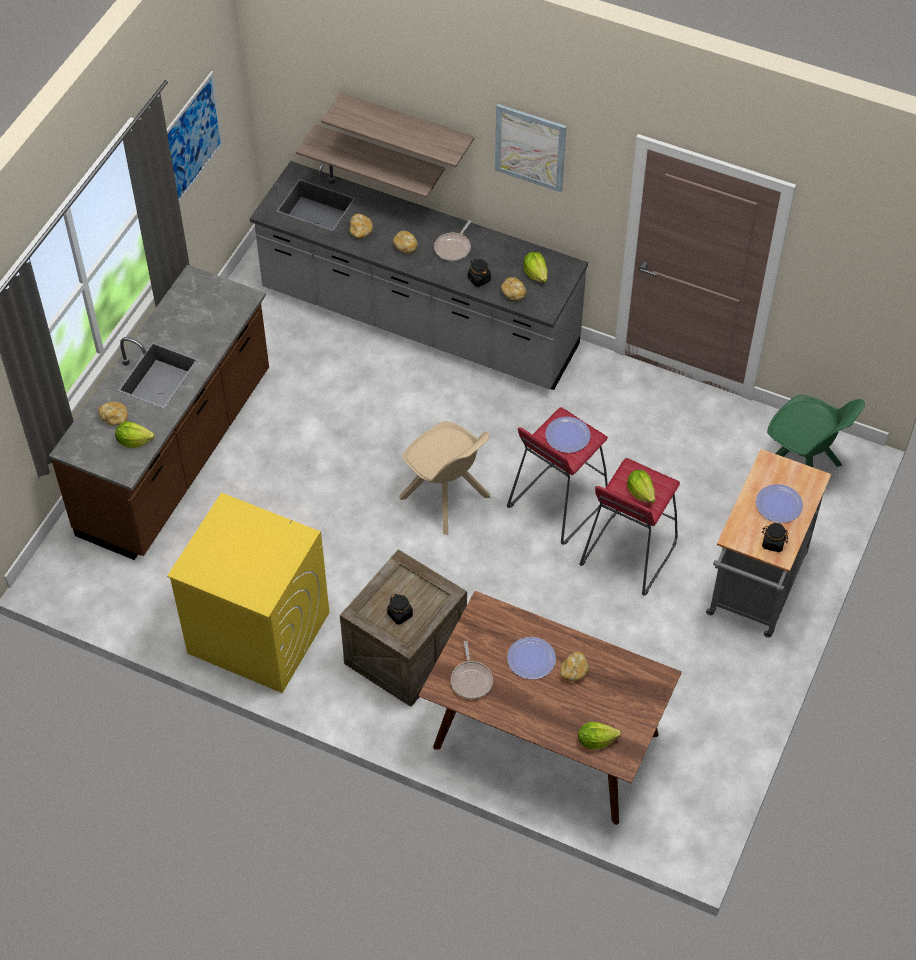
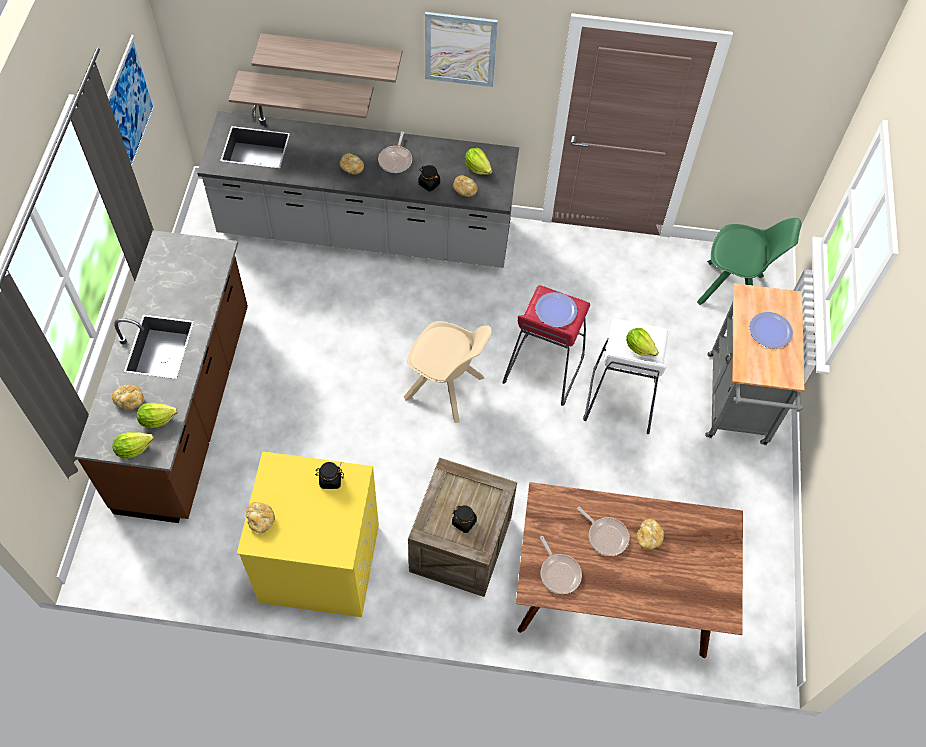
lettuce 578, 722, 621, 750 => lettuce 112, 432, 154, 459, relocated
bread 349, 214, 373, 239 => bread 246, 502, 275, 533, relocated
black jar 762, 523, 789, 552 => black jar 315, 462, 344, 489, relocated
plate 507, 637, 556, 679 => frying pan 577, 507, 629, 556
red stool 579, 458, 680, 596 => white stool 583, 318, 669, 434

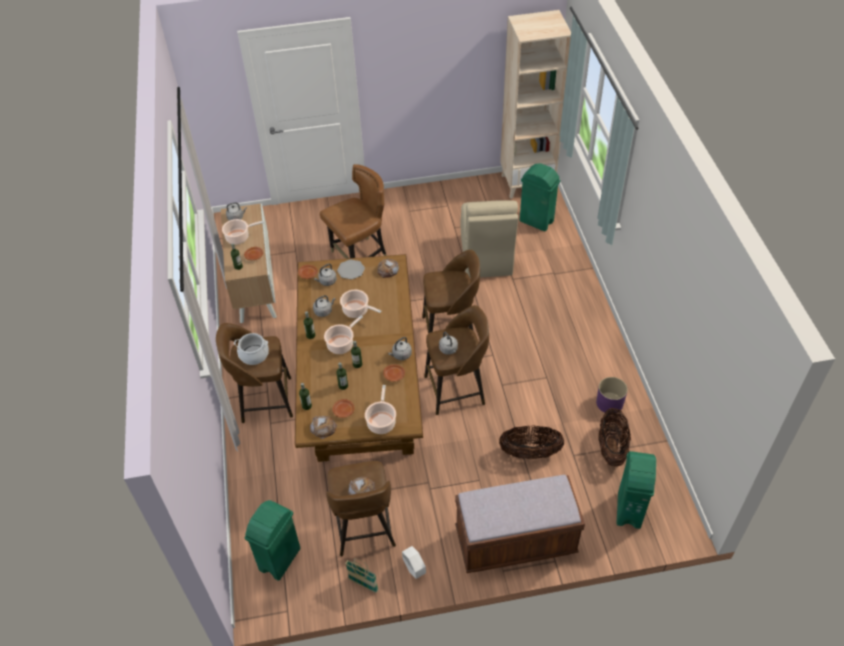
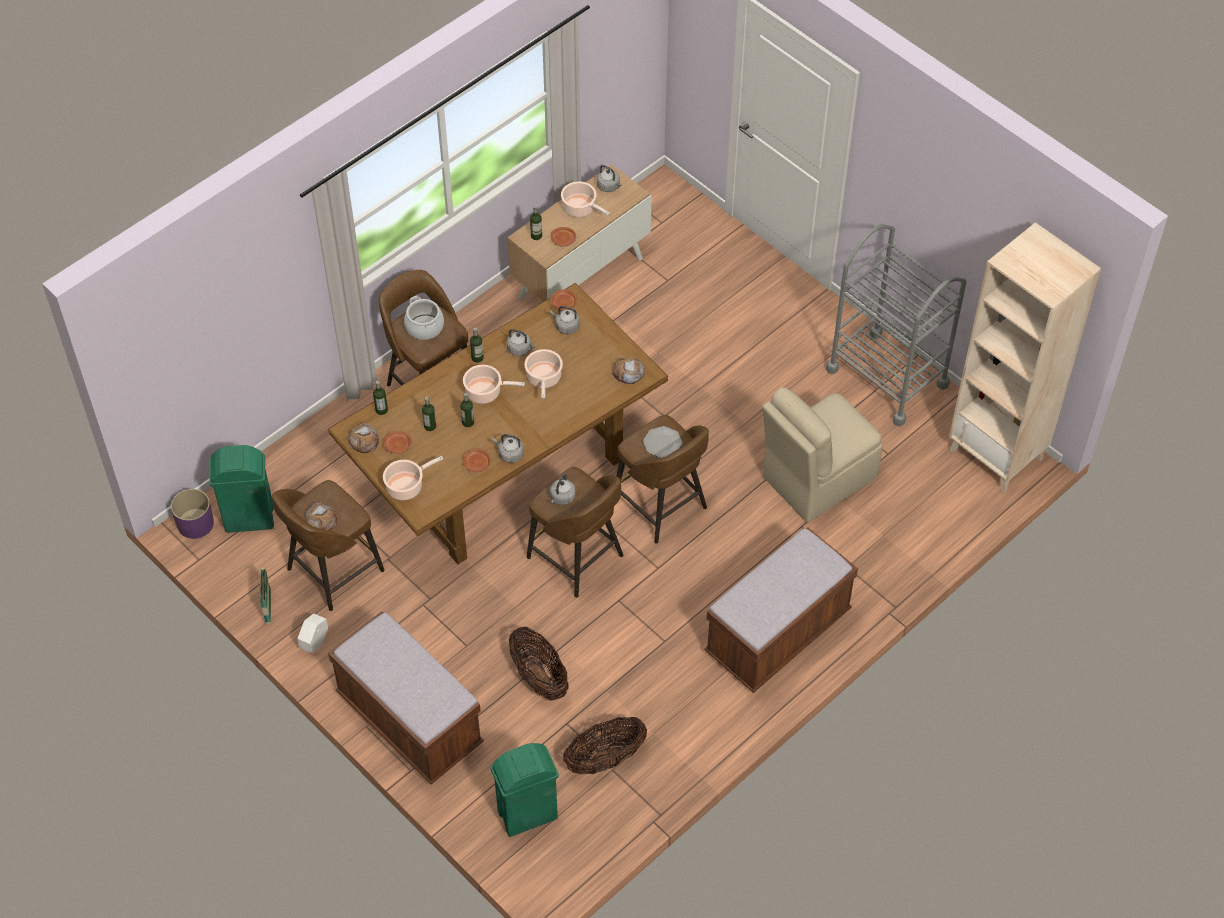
purple planter 596, 377, 628, 413 => purple planter 171, 489, 214, 539, relocated
plate 337, 259, 365, 280 => plate 643, 426, 682, 458, relocated
nothing => brown bench 704, 527, 858, 693
nothing => grey cart 826, 224, 967, 427
brown chair 320, 164, 387, 259 => nothing
green trash can 520, 163, 560, 232 => nothing

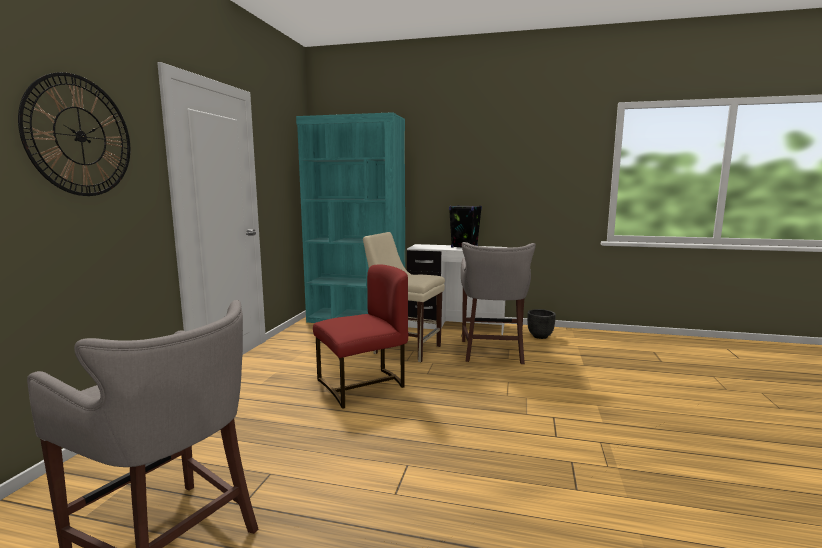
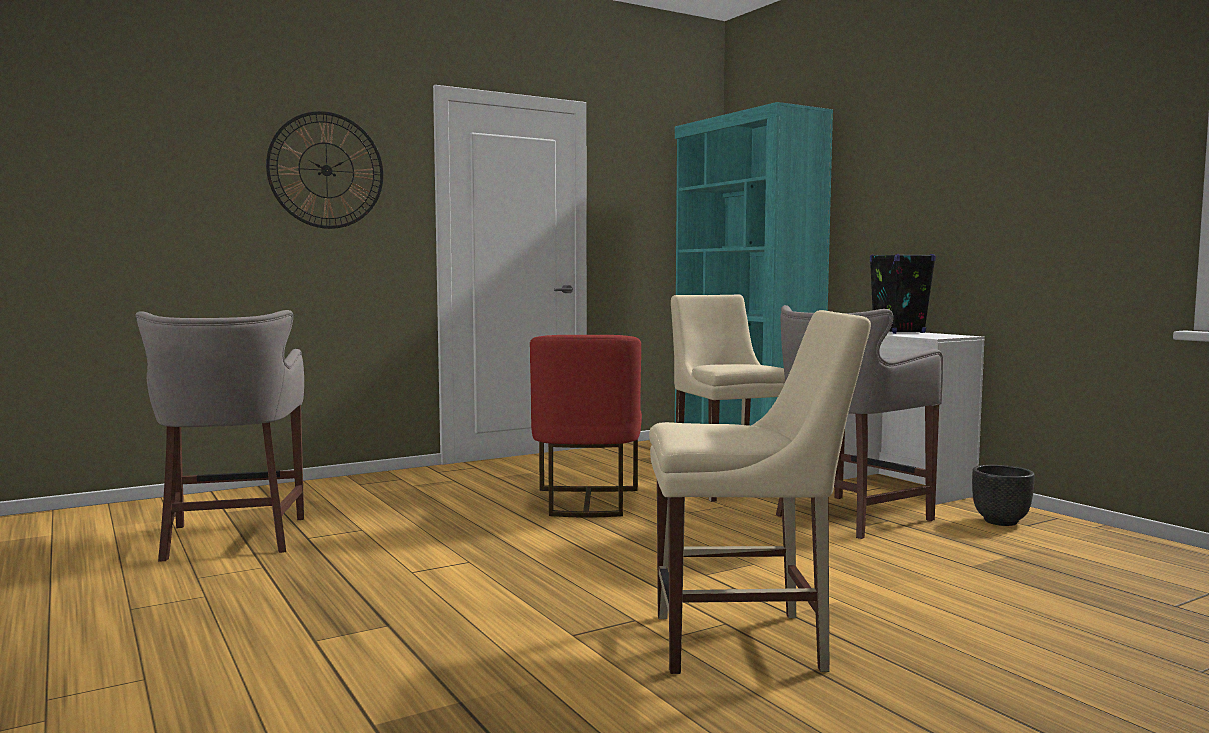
red chair 313, 264, 408, 409 => red chair 530, 335, 642, 517, 75 degrees clockwise
nothing => beige chair 649, 310, 871, 674

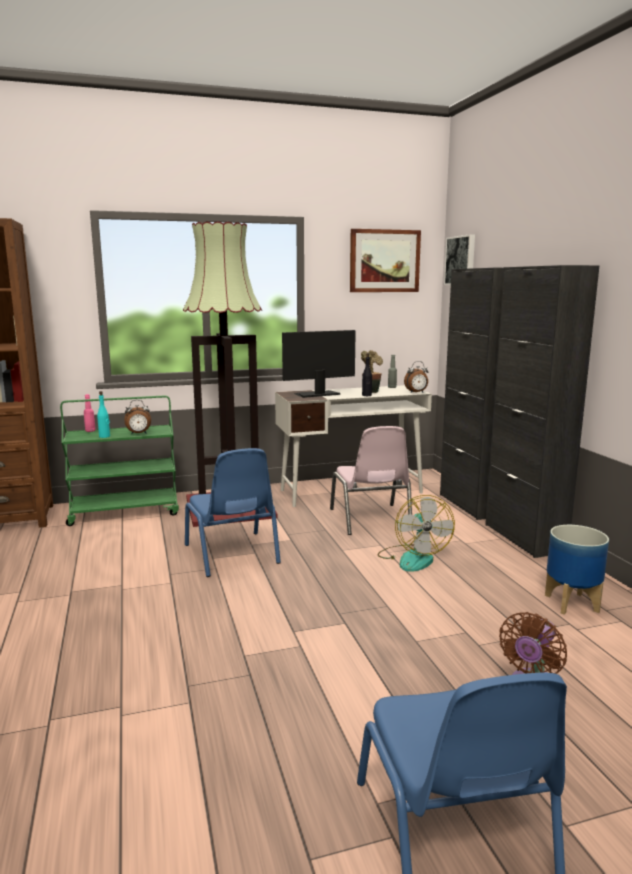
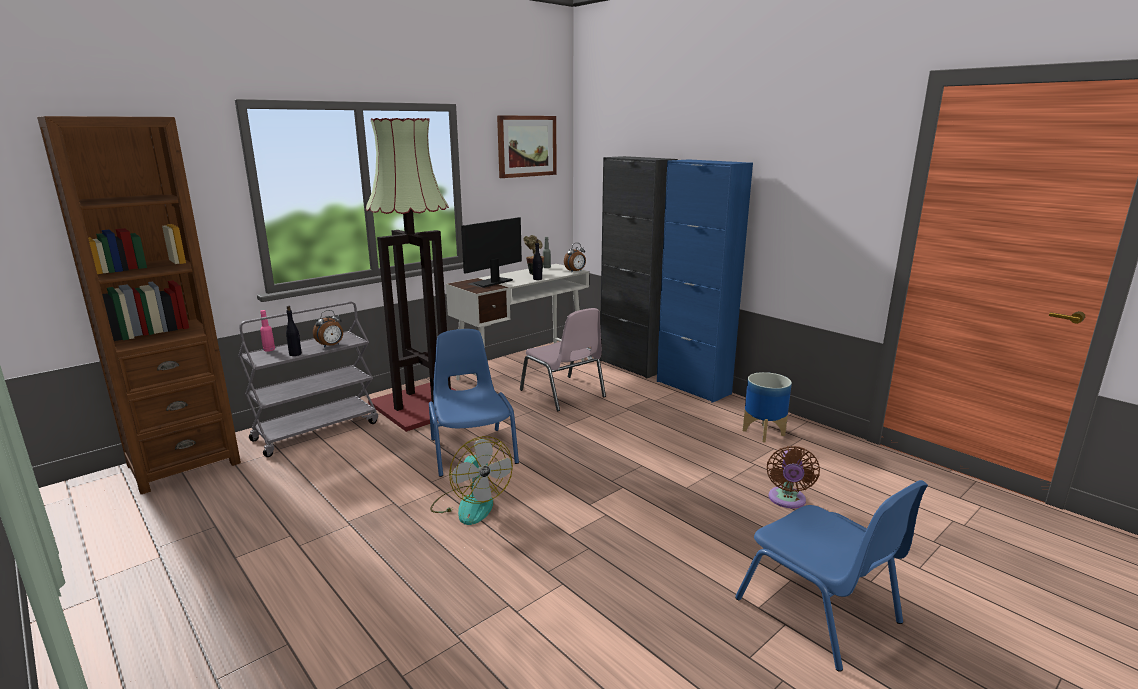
green cart 60, 395, 179, 526 => grey cart 239, 301, 378, 457
turquoise bottle 97, 391, 110, 438 => black bottle 286, 306, 302, 356
blue chair 185, 448, 281, 577 => blue chair 429, 329, 519, 477, 150 degrees counterclockwise
fan 377, 495, 455, 571 => fan 430, 436, 513, 525, relocated
black cabinet 485, 265, 599, 558 => blue cabinet 657, 159, 753, 403
picture 444, 234, 475, 285 => nothing

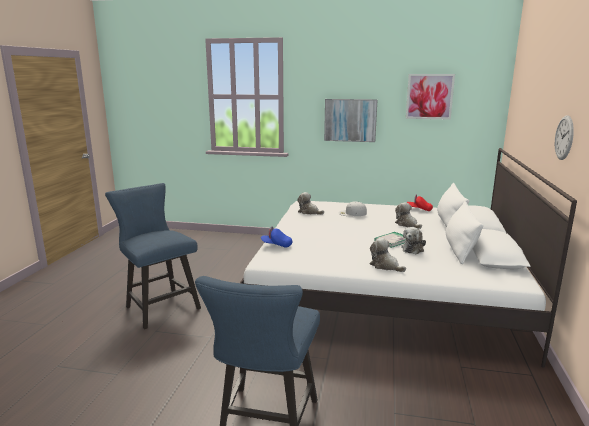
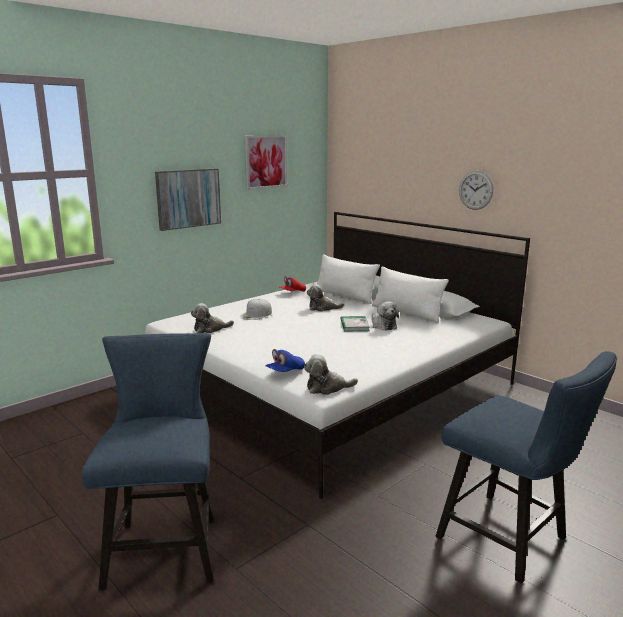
blue chair 105, 183, 201, 329 => blue chair 82, 333, 214, 591, 90 degrees clockwise
plush toy 370, 238, 406, 272 => plush toy 304, 354, 358, 395, relocated

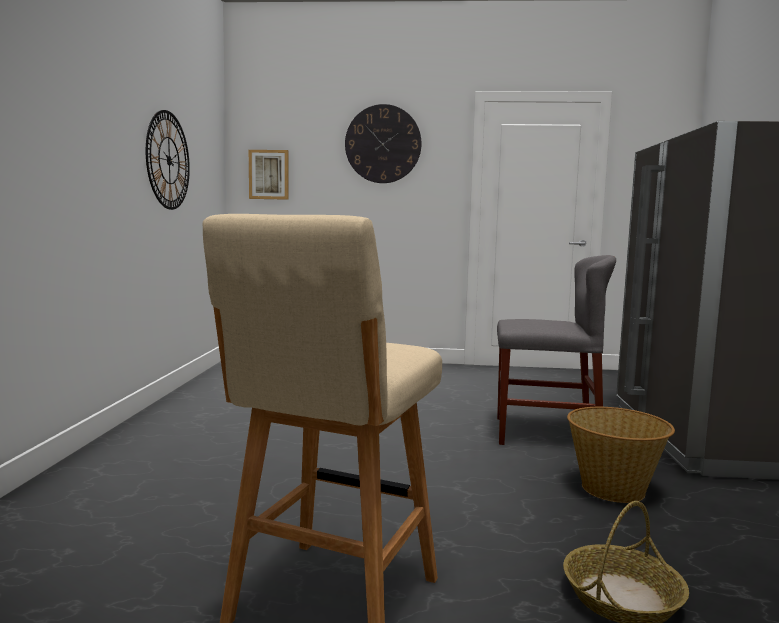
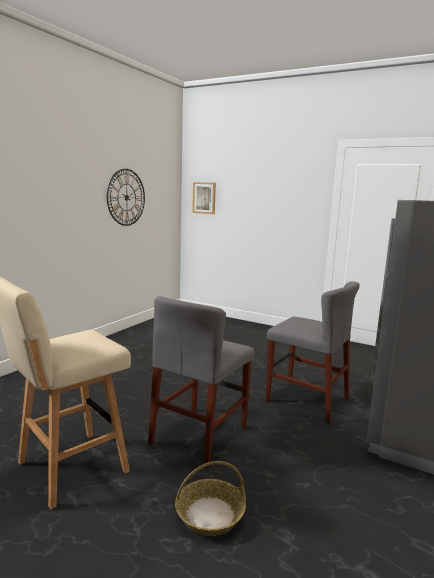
nothing => grey chair 148, 296, 255, 468
wall clock 345, 104, 422, 183 => nothing
basket 567, 407, 675, 503 => nothing

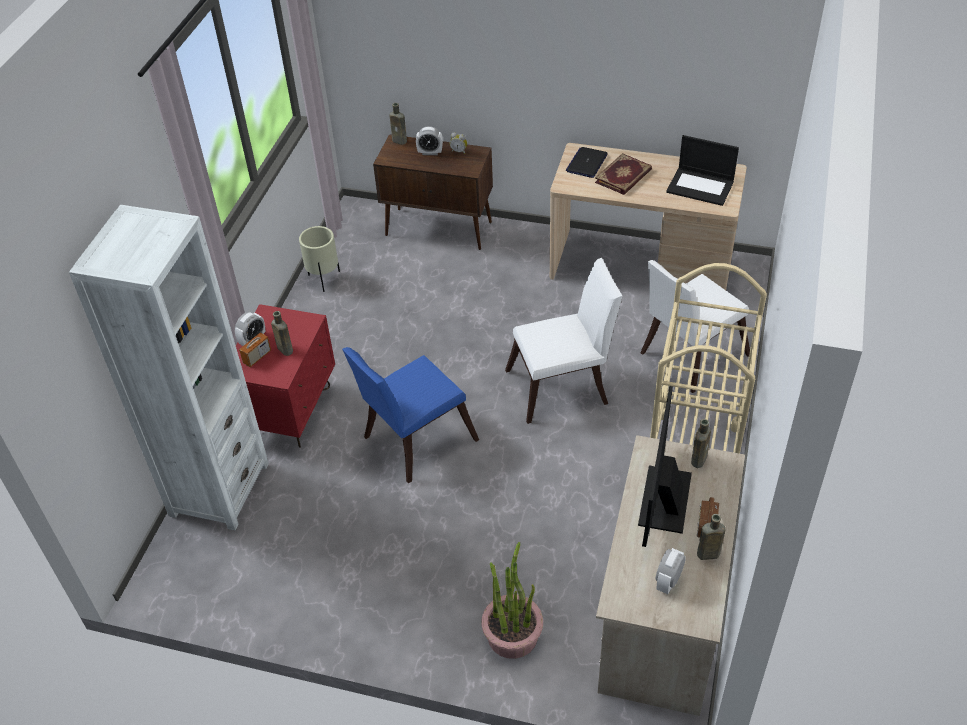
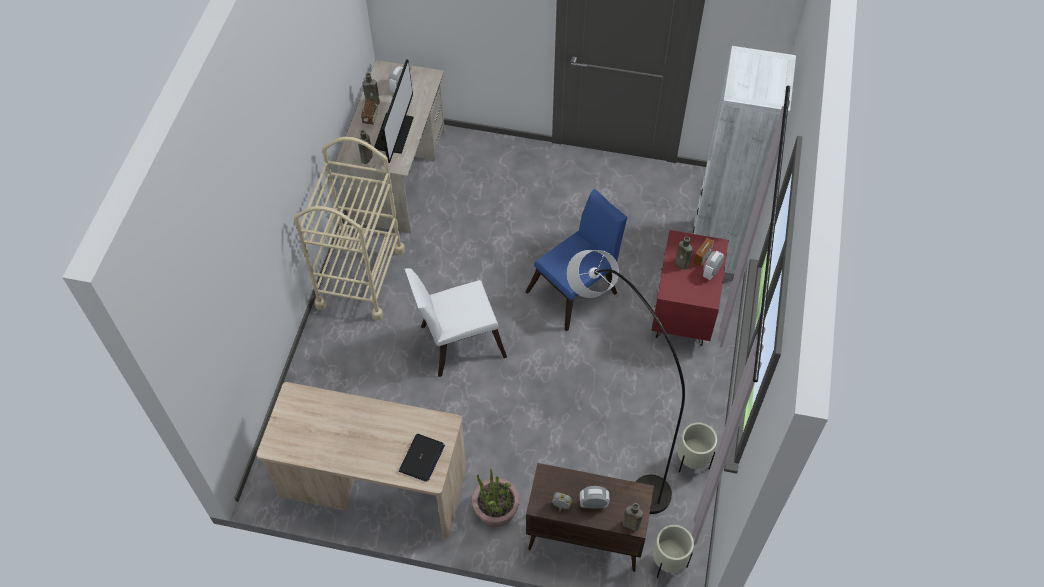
potted plant 481, 542, 543, 659 => potted plant 472, 468, 520, 527, relocated
nothing => grey floor lamp 567, 250, 685, 514
nothing => beige planter 653, 525, 694, 578
book 595, 153, 652, 195 => nothing
white chair 640, 260, 750, 393 => nothing
laptop 666, 135, 739, 206 => nothing

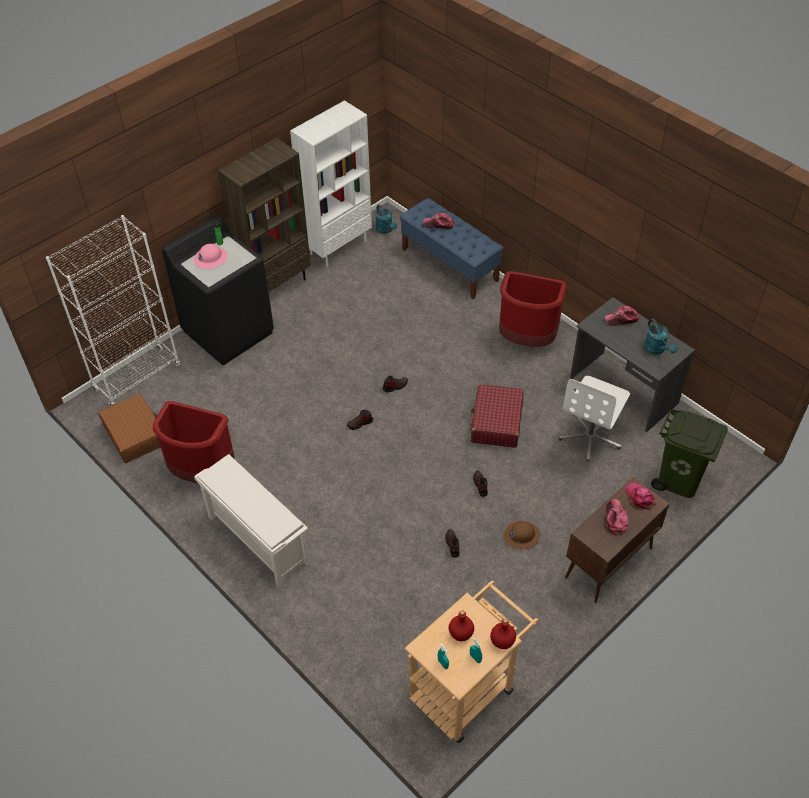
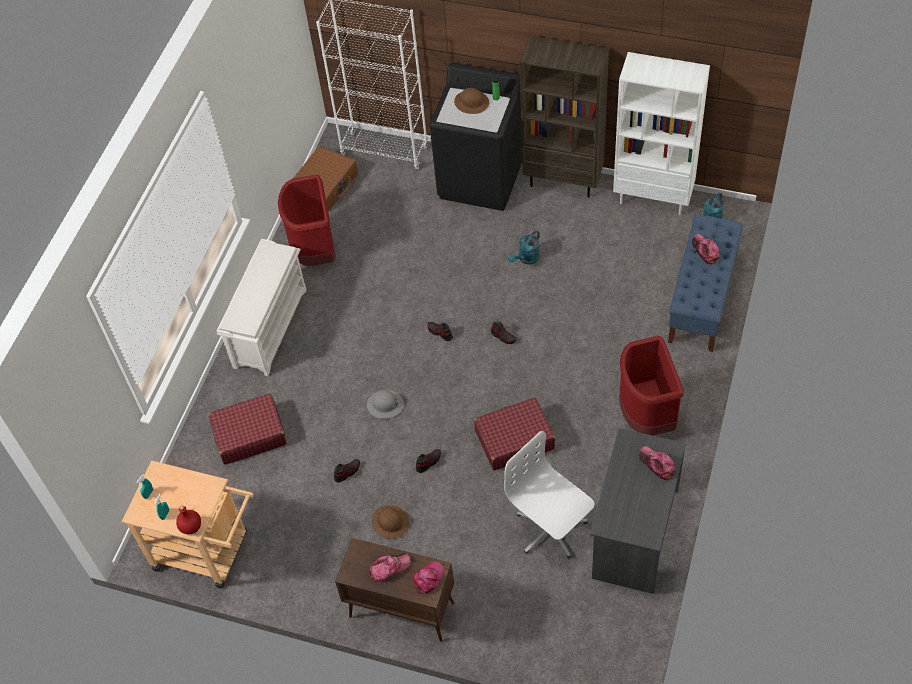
nothing => red suitcase 208, 393, 287, 465
nothing => grey hard hat 367, 390, 404, 419
pink hard hat 194, 244, 227, 269 => brown hard hat 454, 88, 489, 114
white office chair 558, 376, 630, 462 => white office chair 504, 431, 595, 559, 45 degrees clockwise
turquoise watering can 644, 319, 677, 354 => turquoise watering can 508, 230, 540, 265, relocated
red bottle 449, 610, 474, 641 => nothing
green trash can 651, 409, 728, 498 => nothing

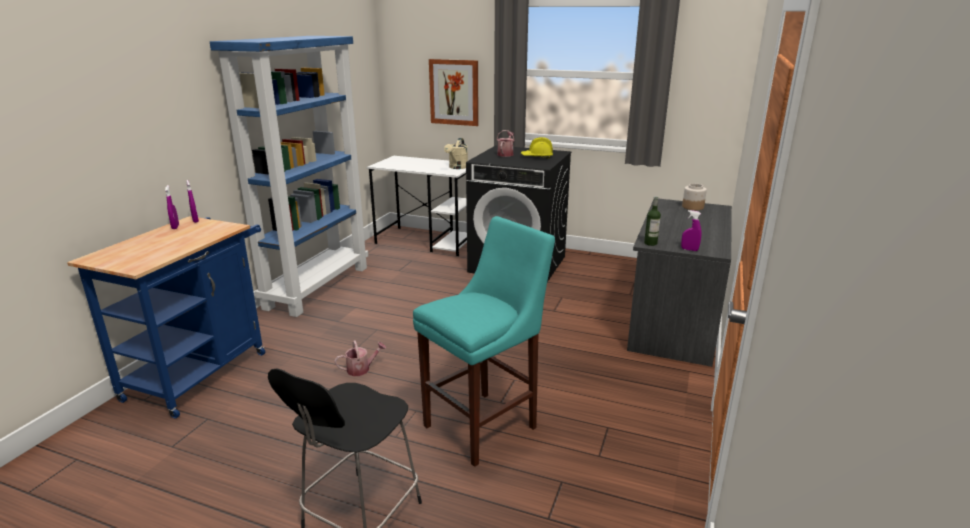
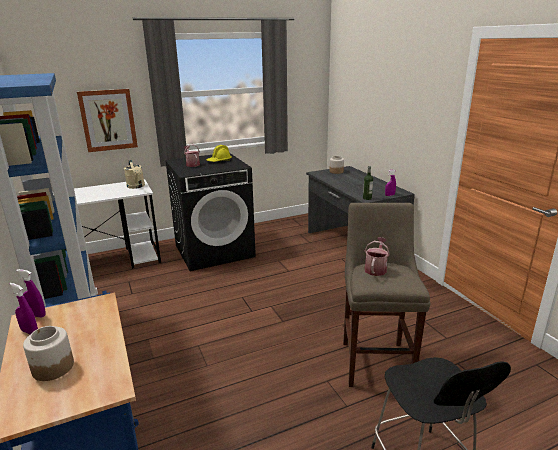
nothing => jar 23, 326, 74, 381
turquoise stool 413, 216, 555, 467 => beige stool 343, 203, 431, 387
watering can 334, 340, 386, 376 => watering can 365, 237, 390, 276, relocated

